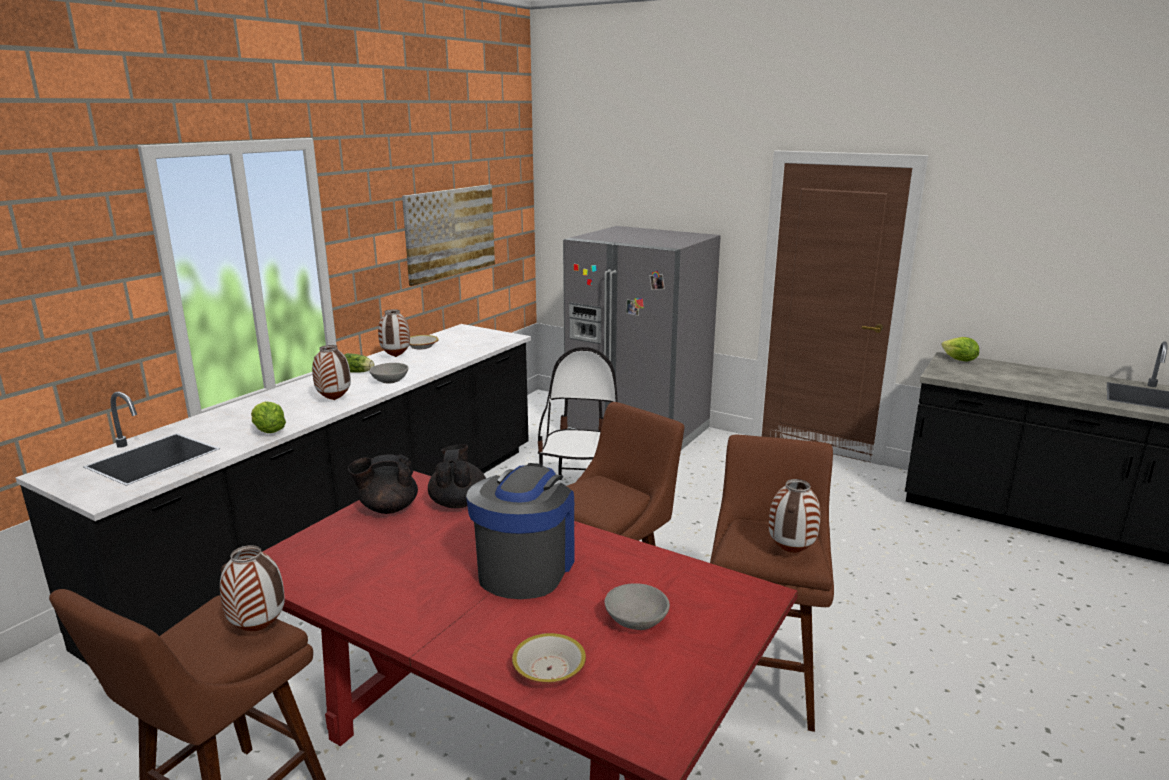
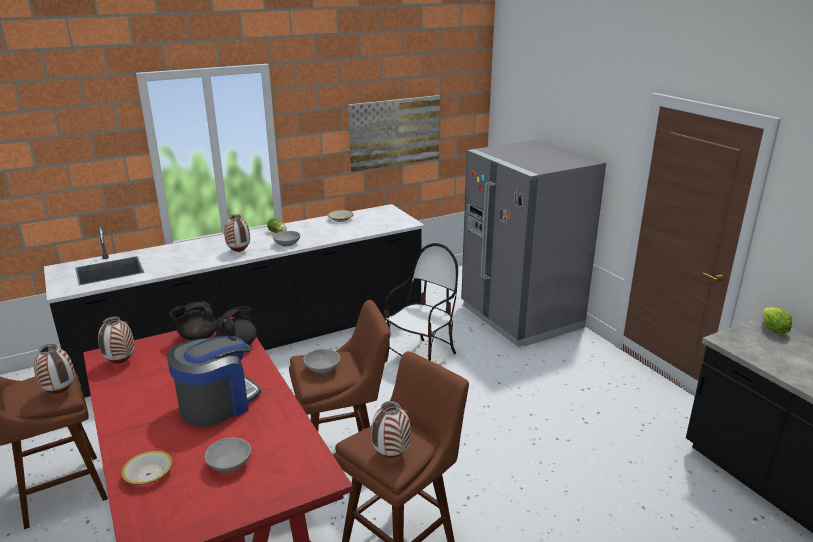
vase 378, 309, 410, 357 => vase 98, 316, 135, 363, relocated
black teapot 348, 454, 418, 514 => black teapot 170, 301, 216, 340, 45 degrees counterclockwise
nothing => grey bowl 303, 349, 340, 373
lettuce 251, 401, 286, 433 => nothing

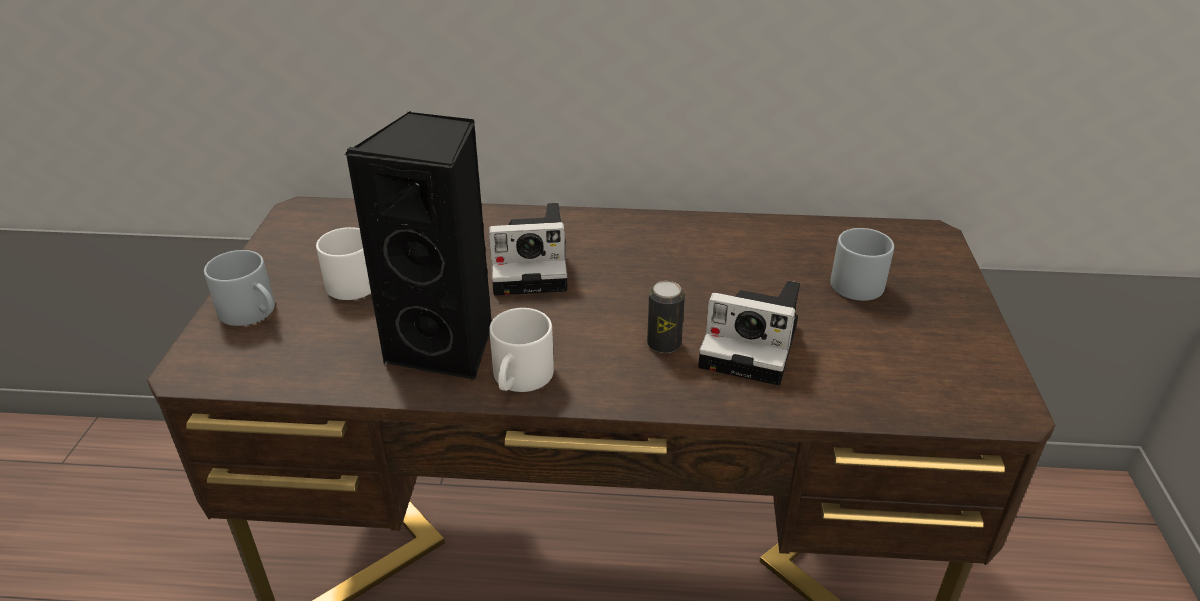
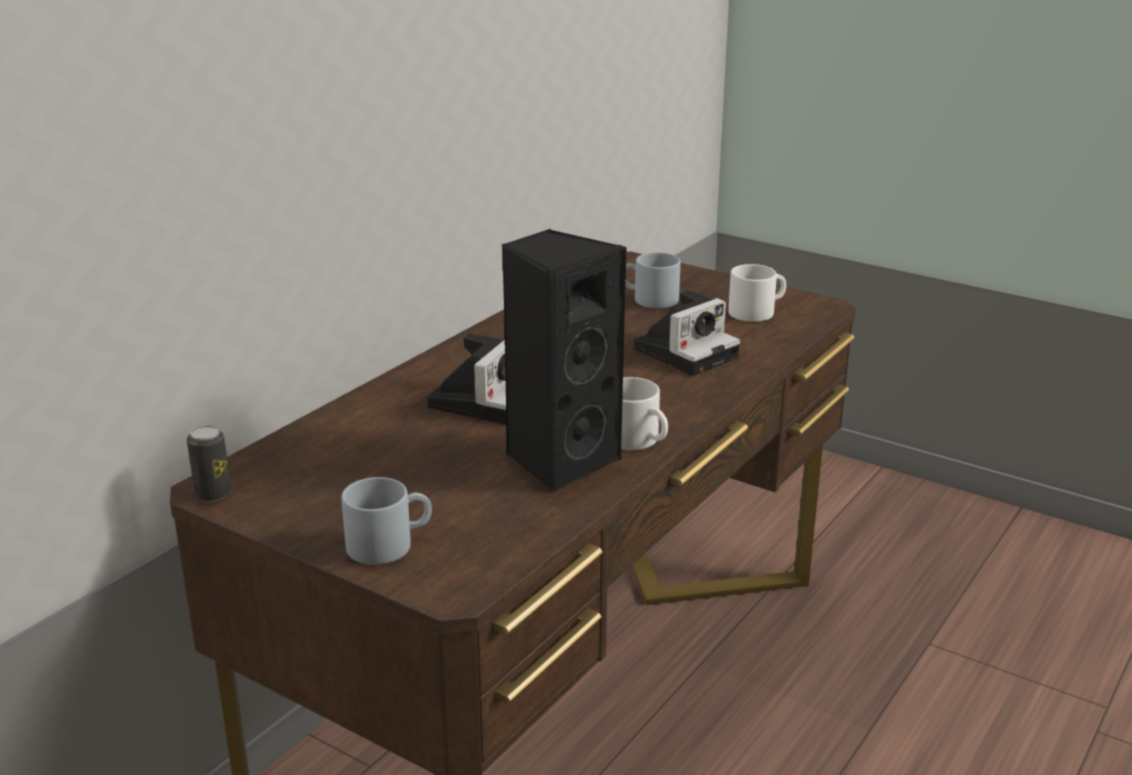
can 647, 281, 685, 353 => can 187, 426, 231, 502, relocated
white mug 316, 227, 371, 300 => white mug 728, 264, 786, 322, relocated

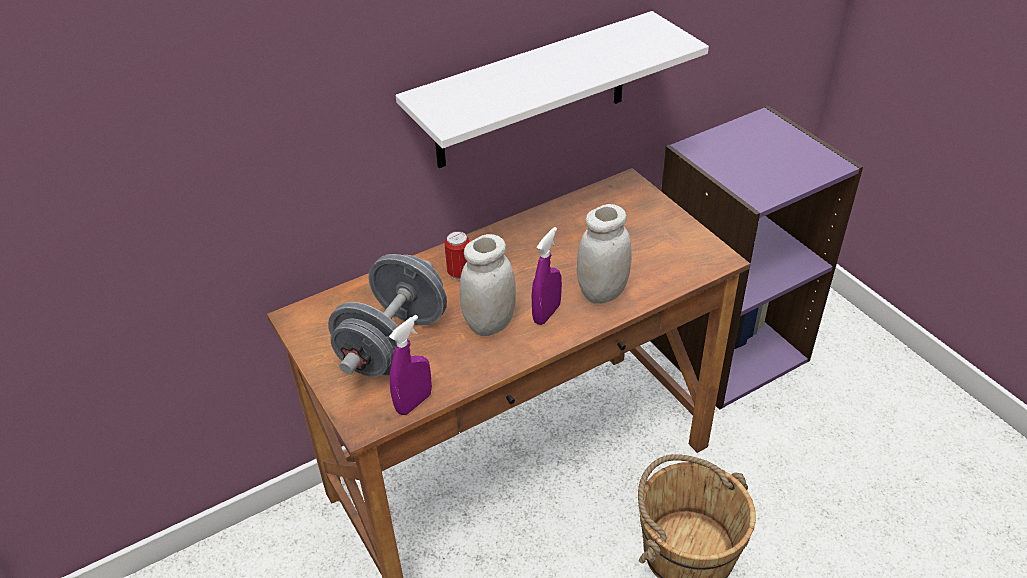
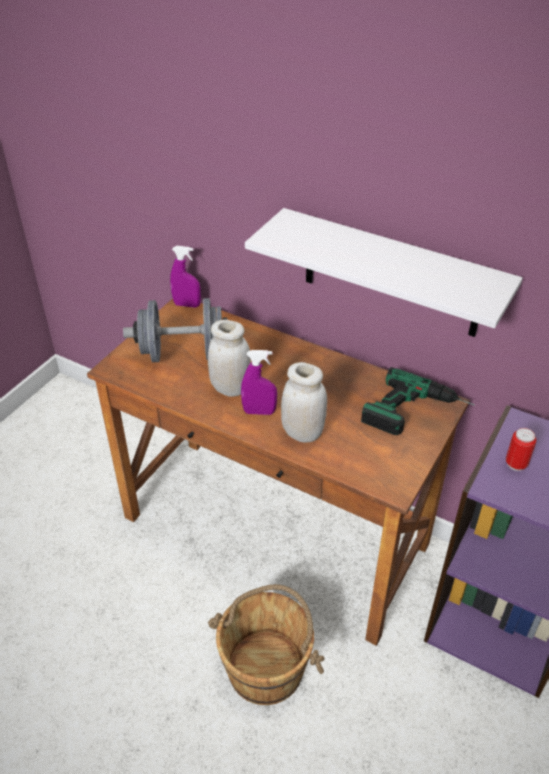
purple spray bottle 389, 315, 432, 415 => purple spray bottle 170, 246, 201, 308, relocated
nothing => power drill 361, 367, 474, 435
can 445, 231, 470, 280 => can 506, 428, 537, 471, relocated

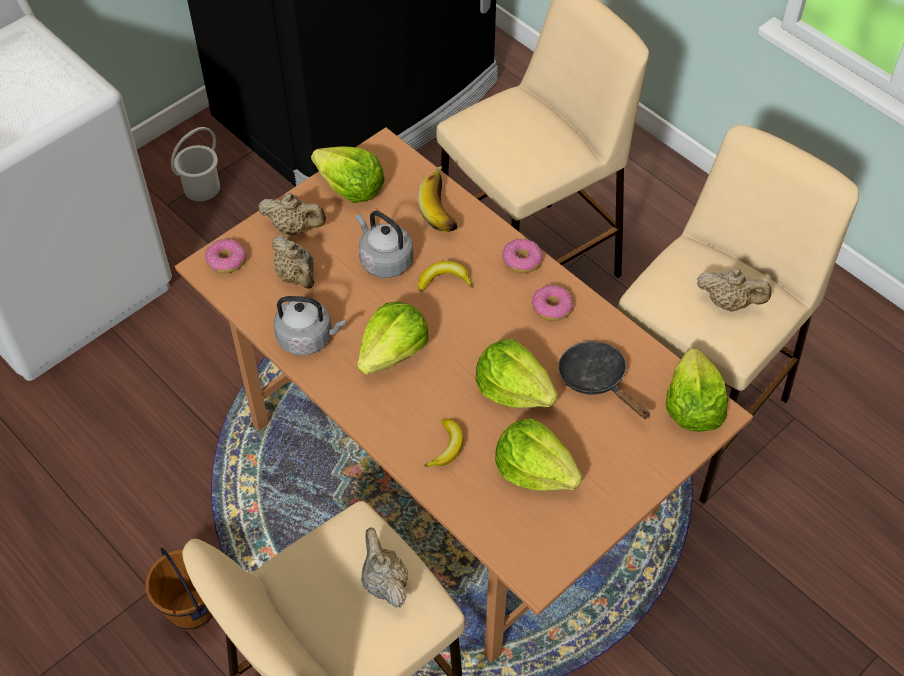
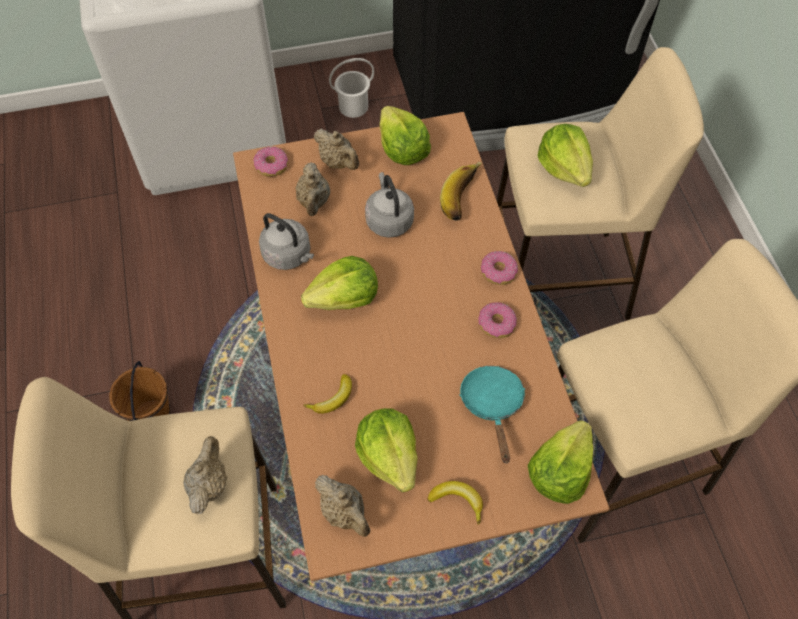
beige teapot 697, 268, 772, 312 => beige teapot 315, 475, 370, 537, relocated
banana 418, 261, 473, 292 => banana 427, 481, 483, 525, relocated
black frying pan 558, 341, 650, 419 => turquoise frying pan 459, 366, 525, 463
lettuce 475, 339, 558, 408 => lettuce 537, 124, 593, 187, relocated

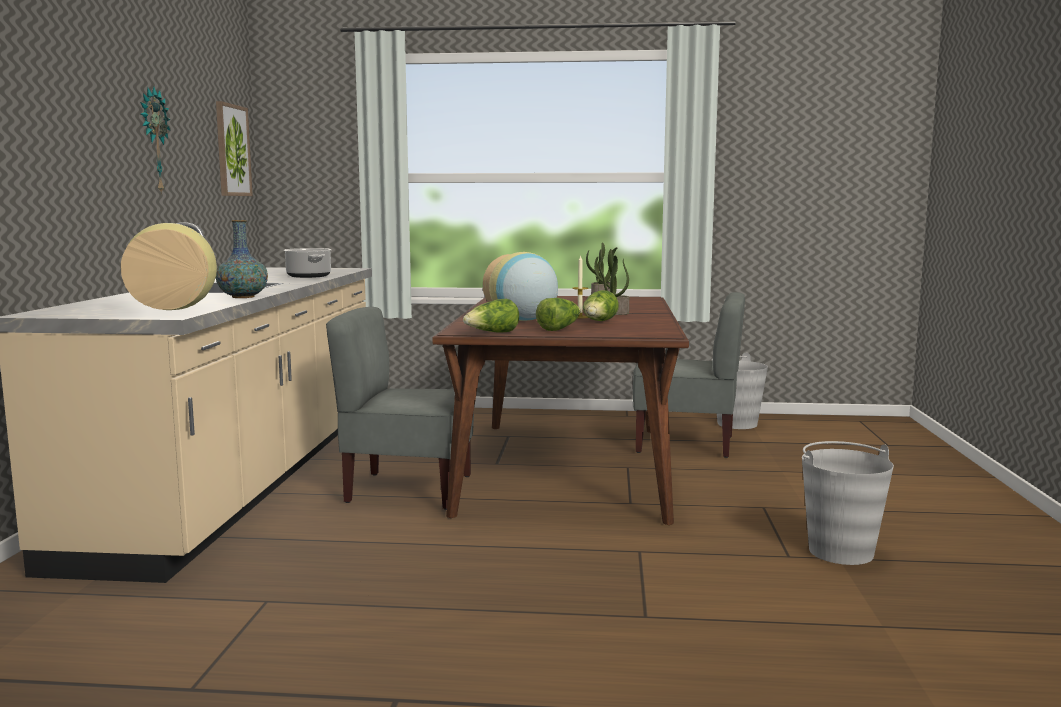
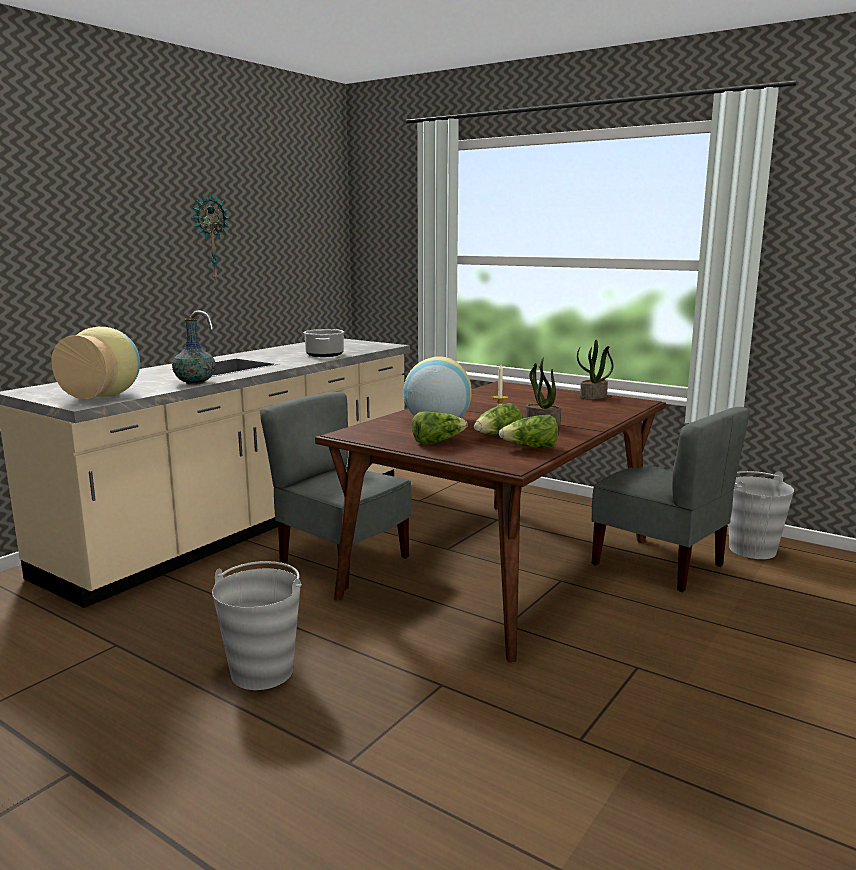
grey bucket 802, 441, 894, 565 => grey bucket 212, 561, 302, 690, relocated
lettuce 463, 299, 519, 333 => lettuce 499, 415, 558, 448, relocated
picture 216, 101, 253, 196 => nothing

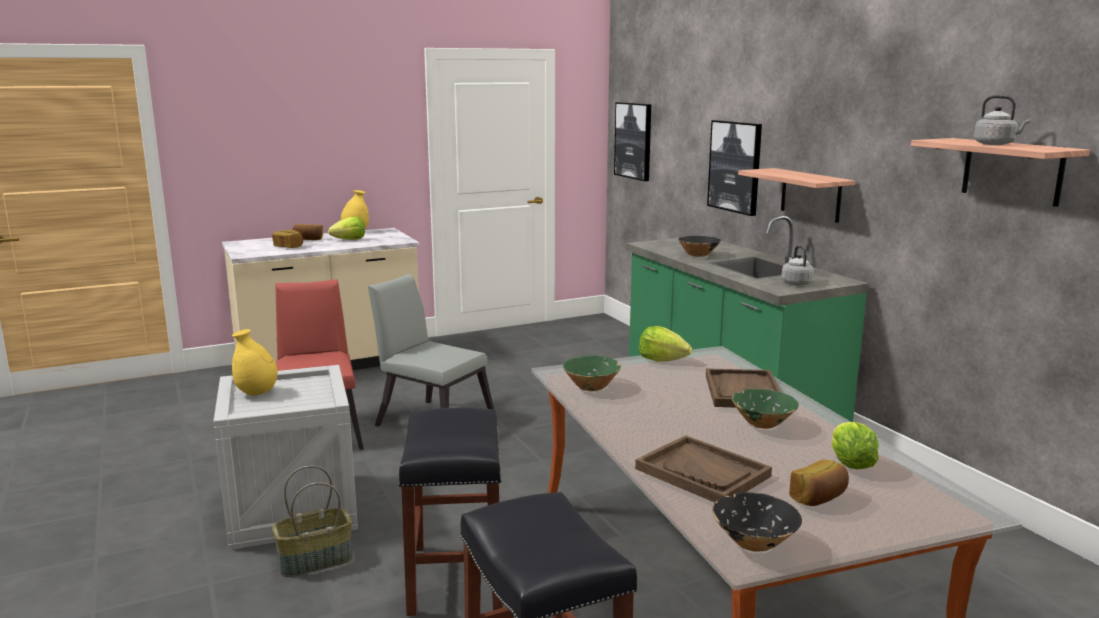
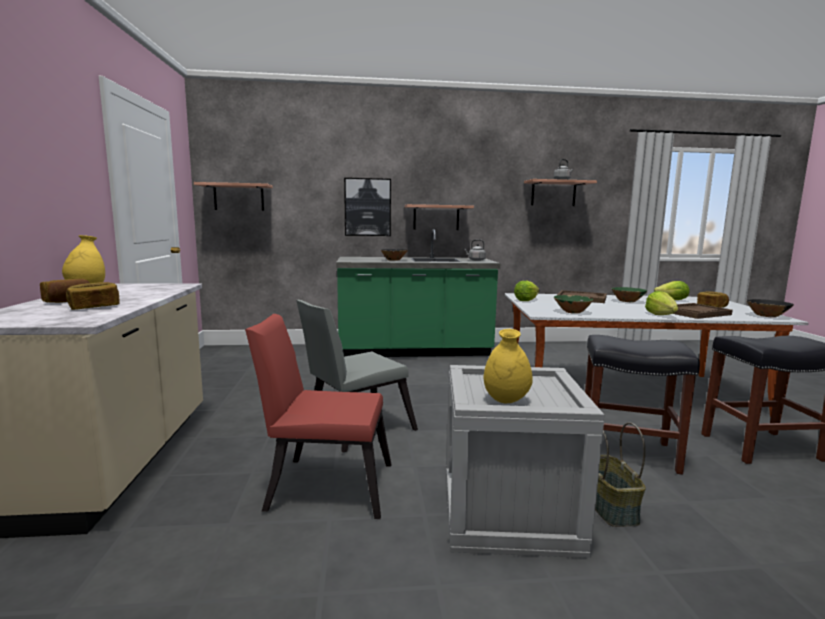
picture 614, 102, 651, 181 => shelf 194, 182, 273, 211
lettuce 328, 216, 365, 240 => lettuce 645, 291, 678, 315, relocated

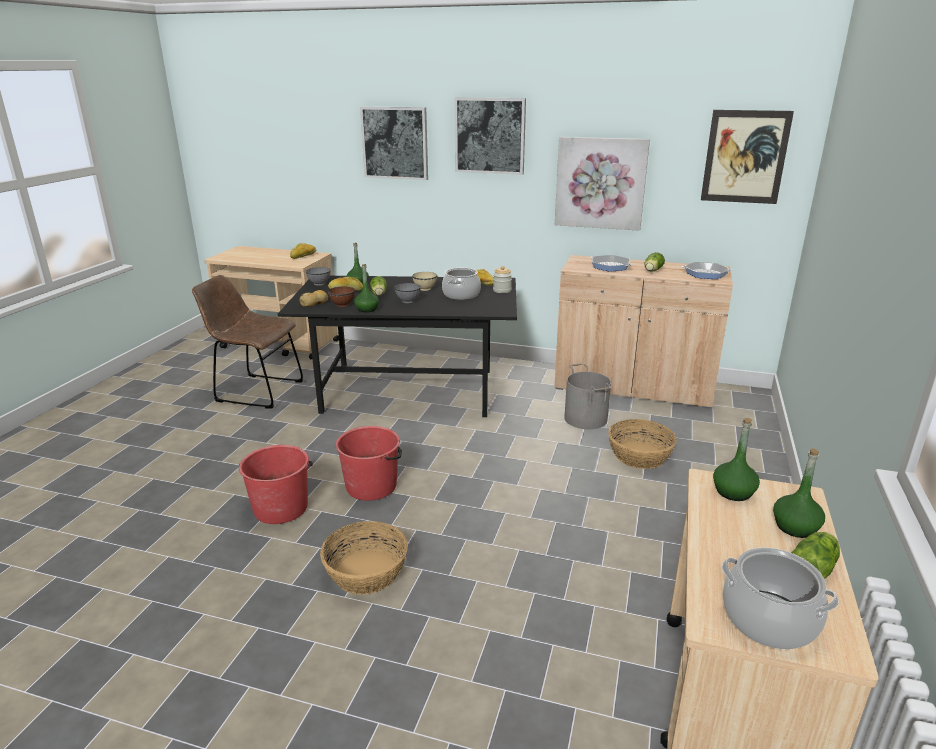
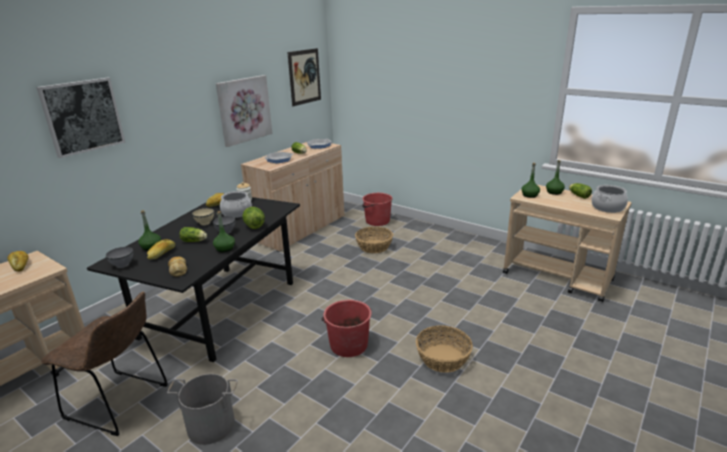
brown chair 192, 275, 304, 409 => brown chair 41, 292, 168, 436, 105 degrees counterclockwise
grey bucket 564, 363, 611, 429 => grey bucket 167, 374, 238, 445, relocated
nothing => lettuce 242, 207, 265, 229
red bucket 239, 445, 313, 524 => red bucket 362, 193, 393, 226, relocated
brown bowl 328, 286, 355, 307 => nothing
picture 454, 97, 526, 175 => nothing

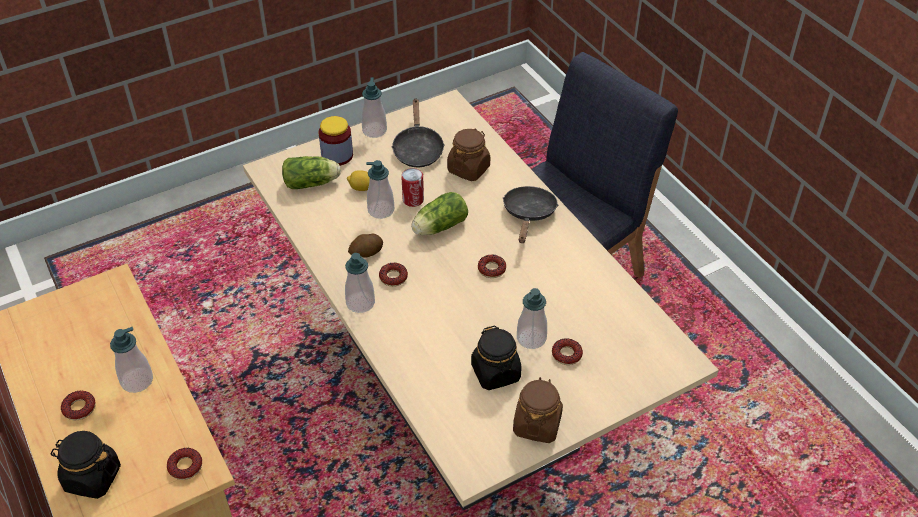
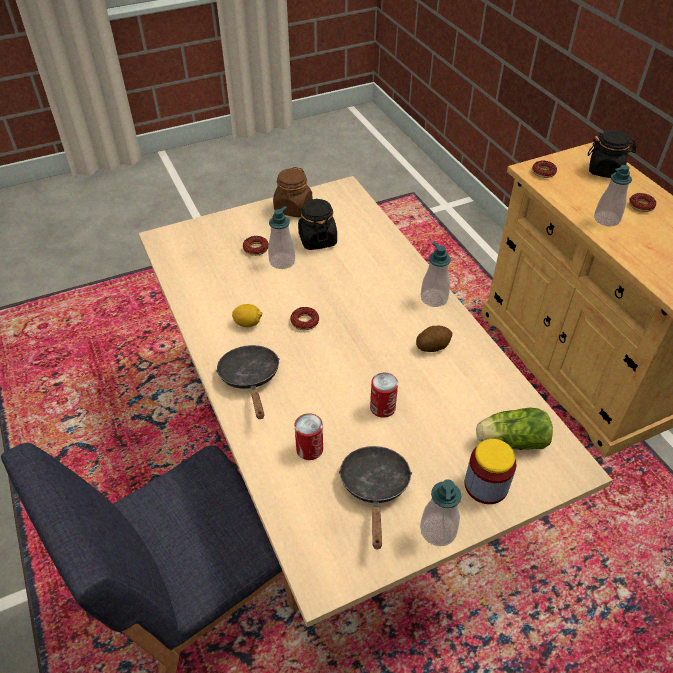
black frying pan 503, 186, 558, 243 => black frying pan 216, 345, 280, 419, 150 degrees clockwise
lemon 347, 170, 370, 191 => lemon 232, 304, 262, 327, relocated
brown jar 447, 128, 490, 181 => can 295, 413, 323, 460
soap dispenser 366, 160, 394, 219 => nothing
donut 379, 263, 408, 287 => nothing
lettuce 411, 192, 468, 235 => nothing

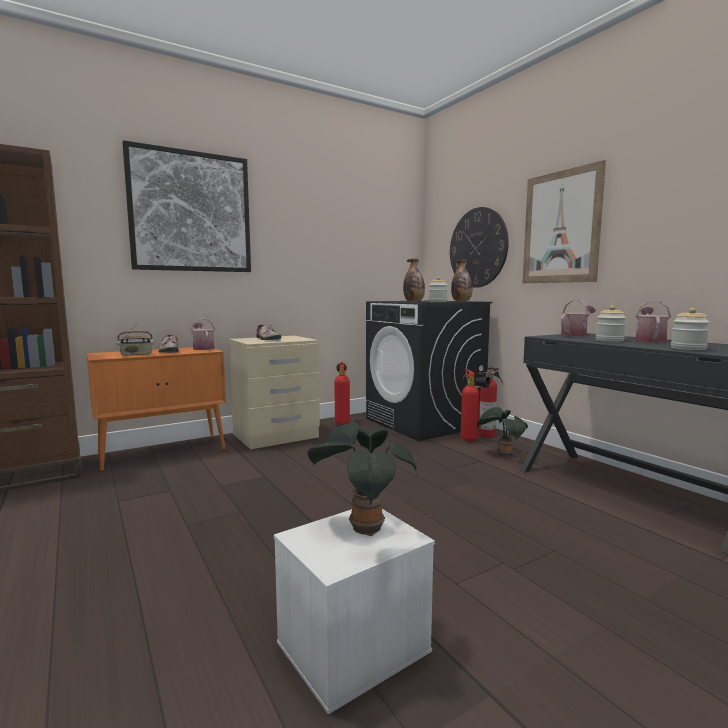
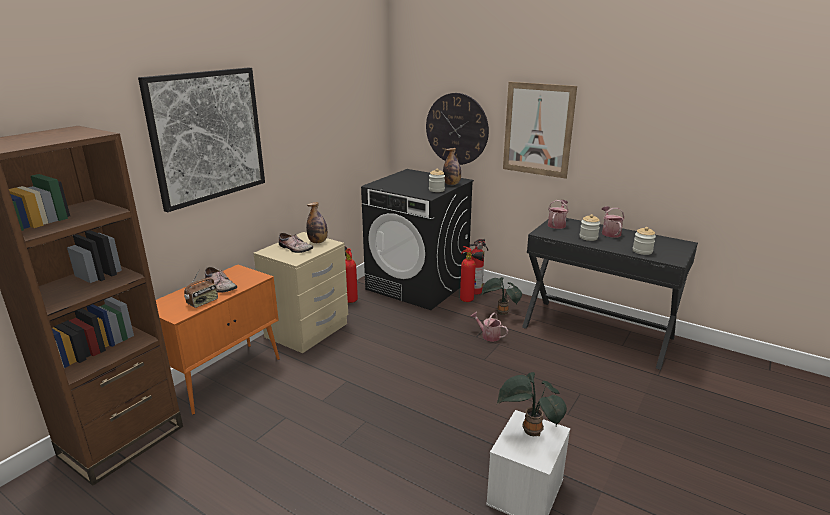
bottle 403, 259, 425, 302 => bottle 306, 202, 328, 243, relocated
watering can 191, 318, 215, 350 => watering can 470, 312, 508, 342, relocated

